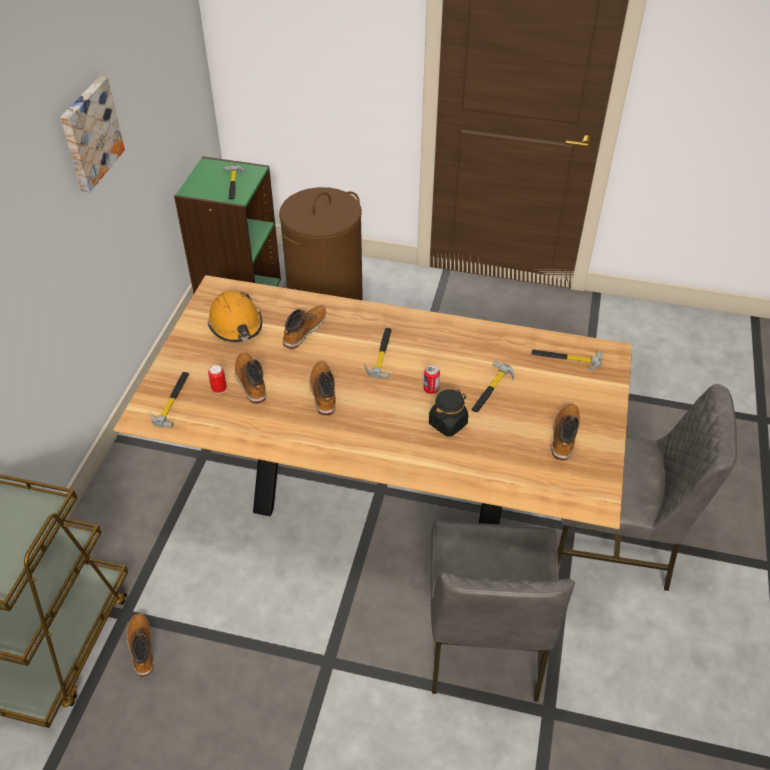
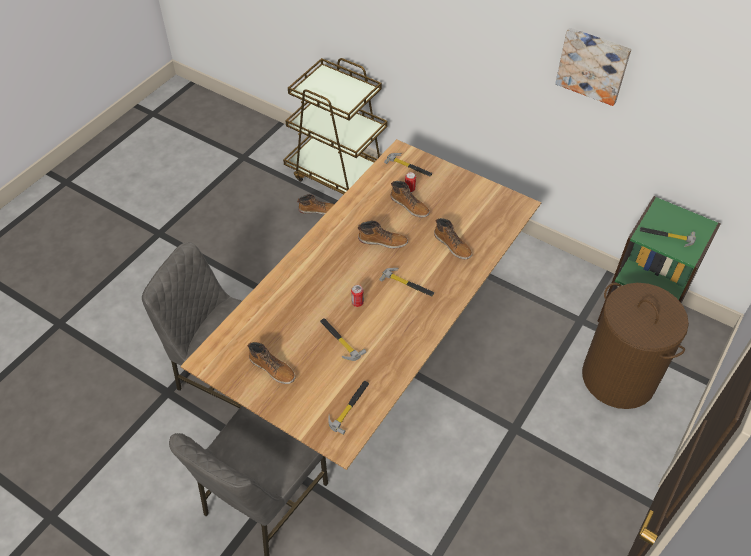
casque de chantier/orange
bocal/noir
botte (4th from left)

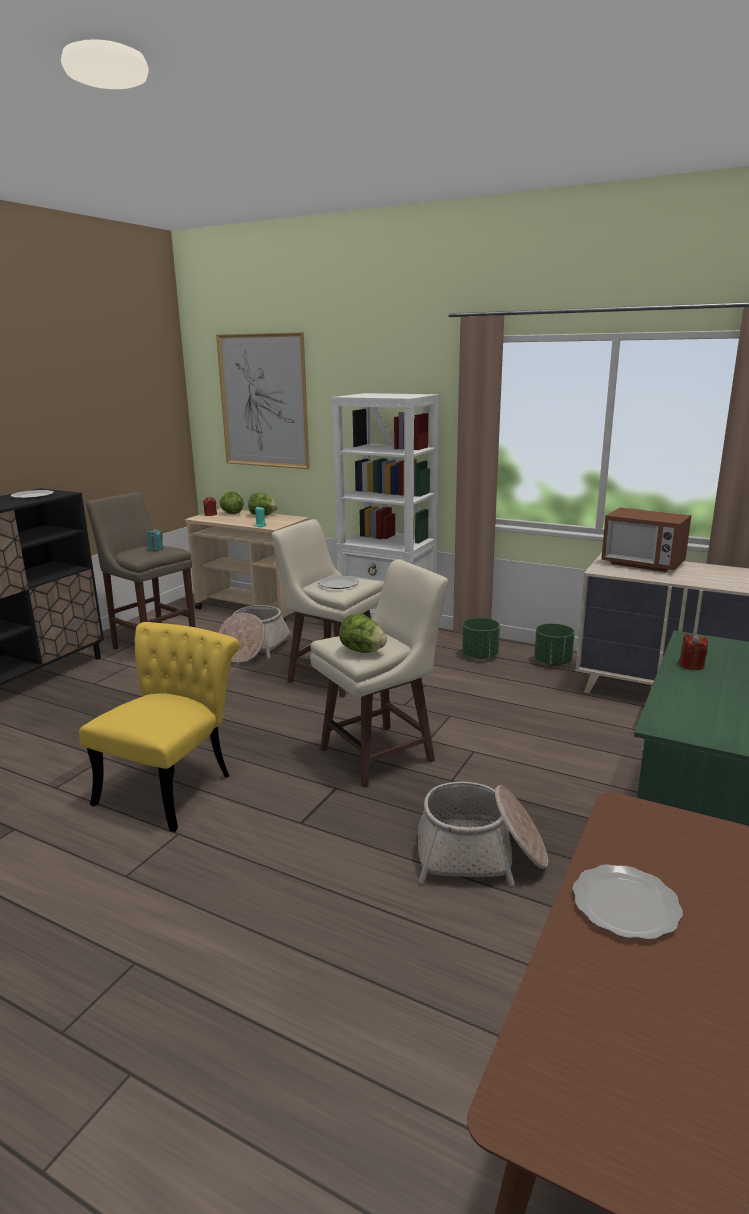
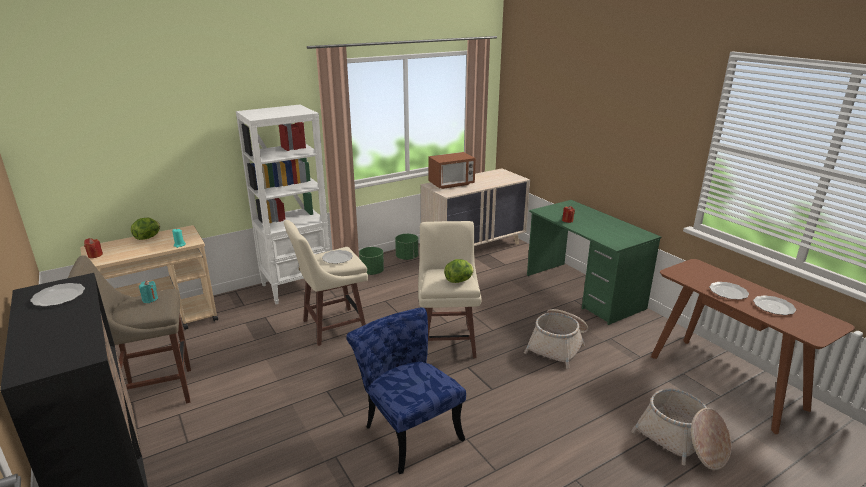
tableau
laitue (1st from left in the first image)
assiette (4th from left)
panier (2nd from left)
chaise/bleu

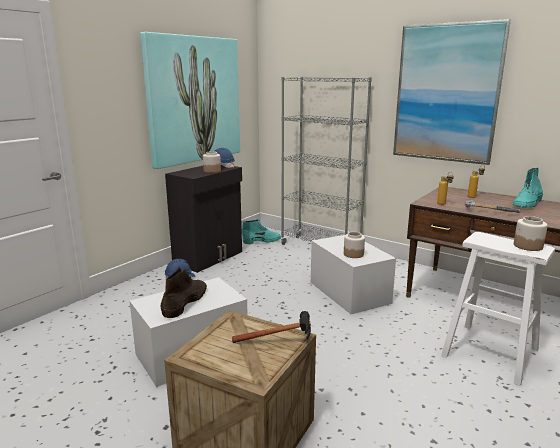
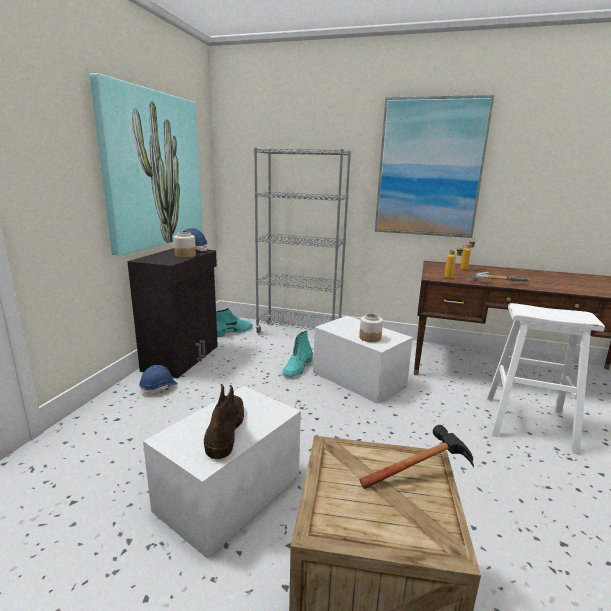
bocal (3rd from left in the first image)
botte/turquoise (2nd from left)

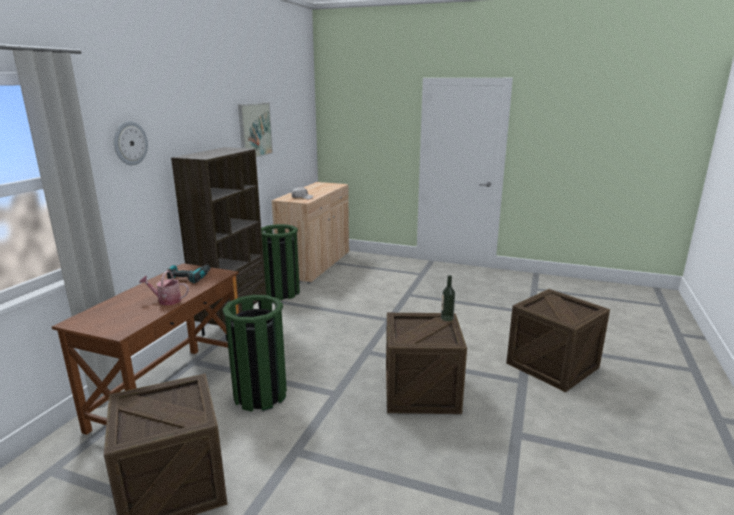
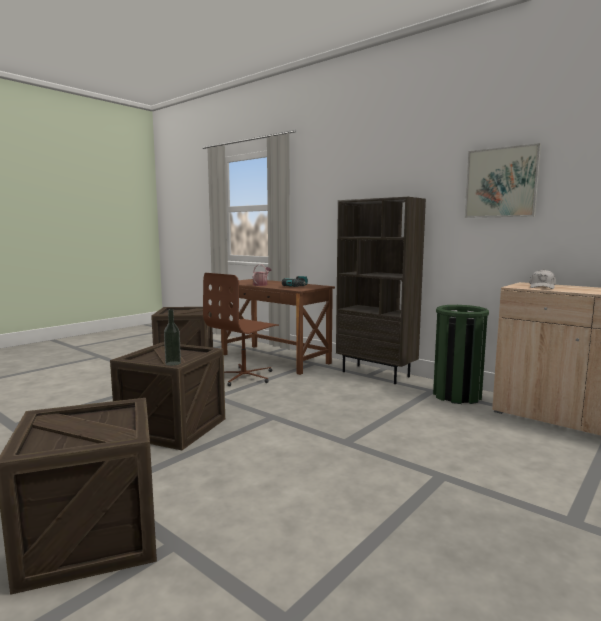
horloge murale
chaise de bureau/marron

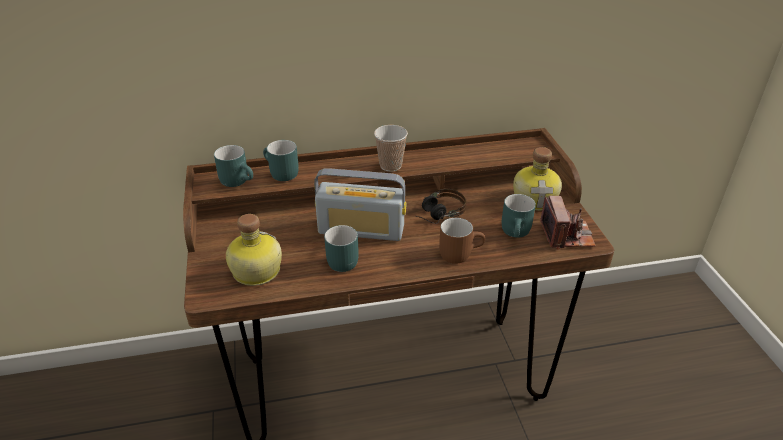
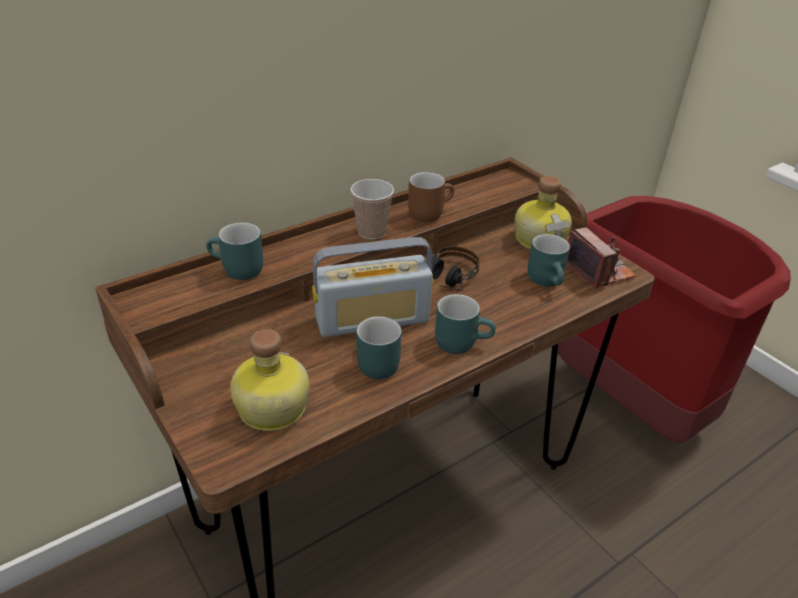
poubelle/rouge
mug/turquoise (3rd from left)
mug/marron

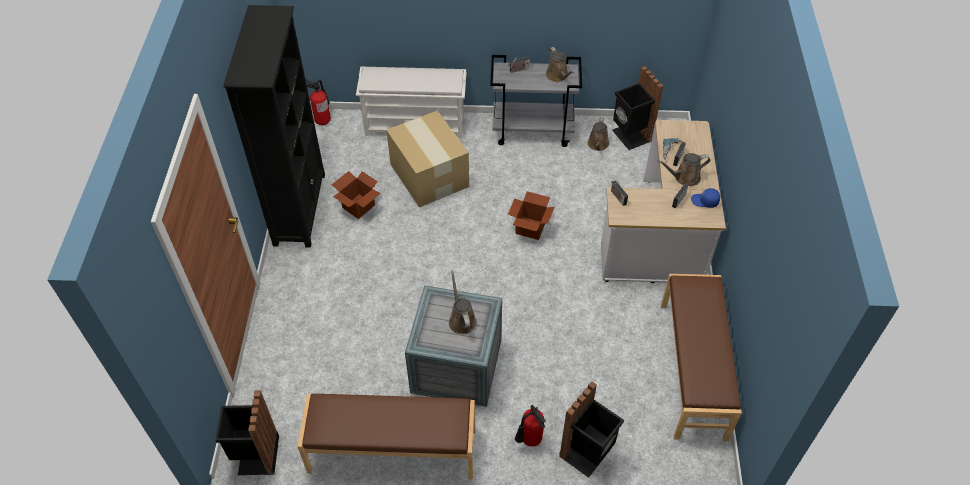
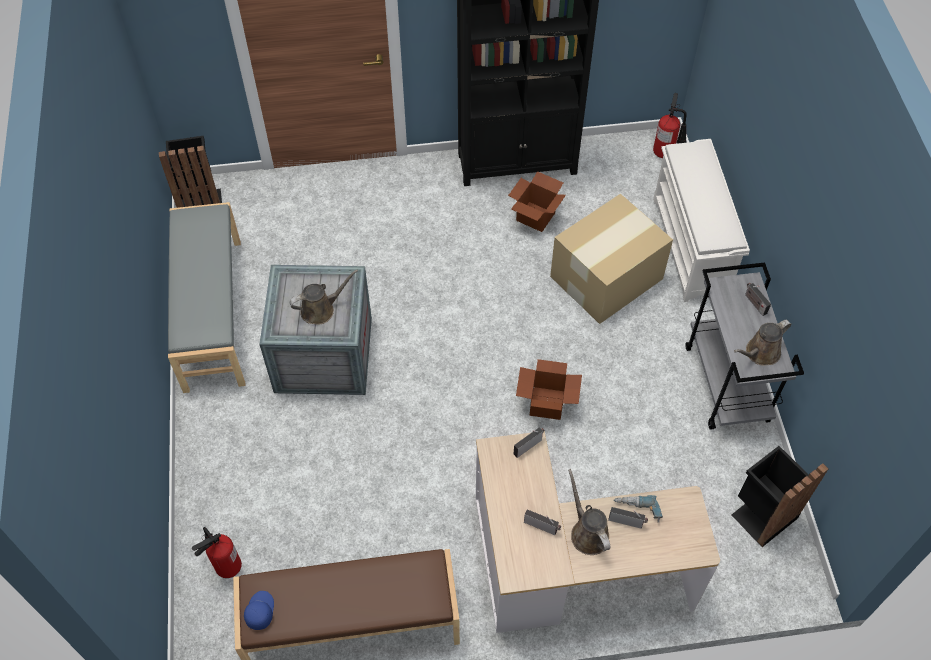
poubelle/noir (2nd from left in the first image)
arrosoir/marron (3rd from left in the first image)
extincteur (1st from left)
casquette/bleu
banc/gris

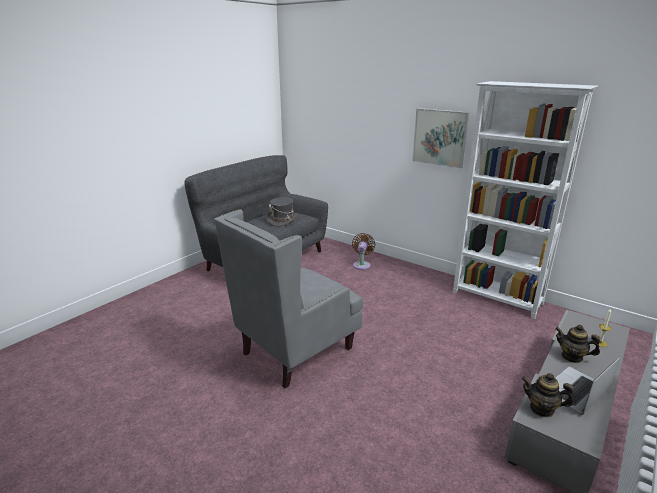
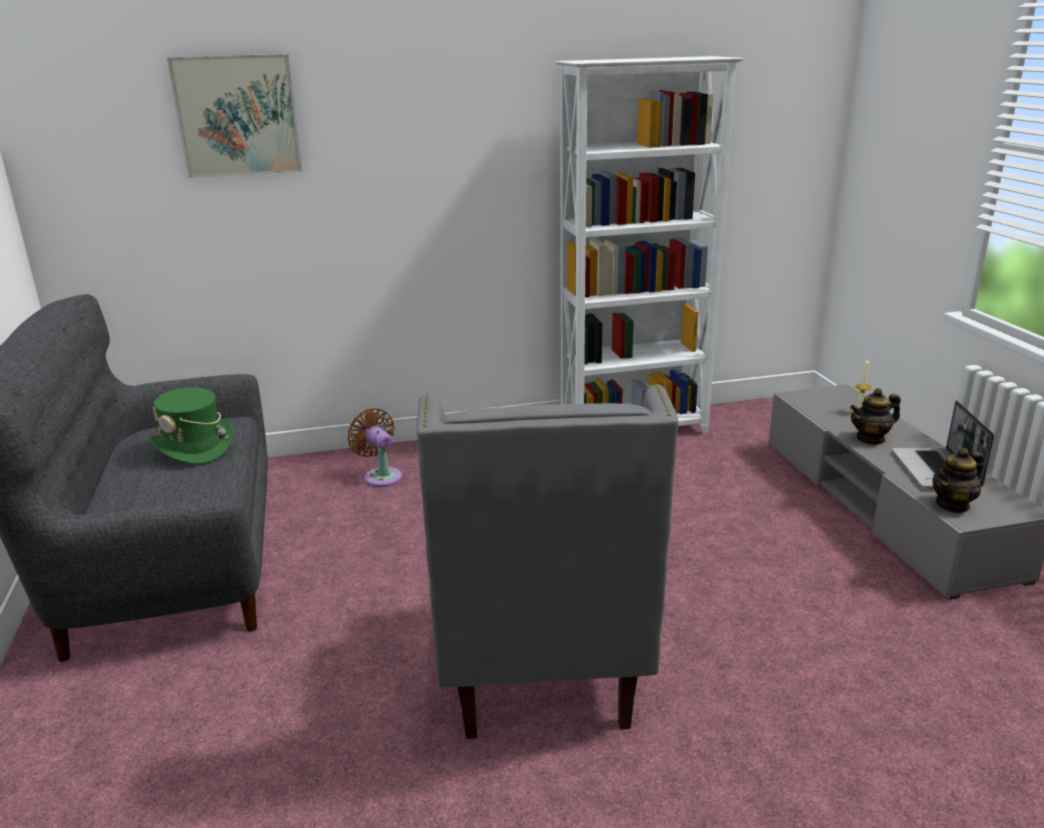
tableau
chapeau/vert

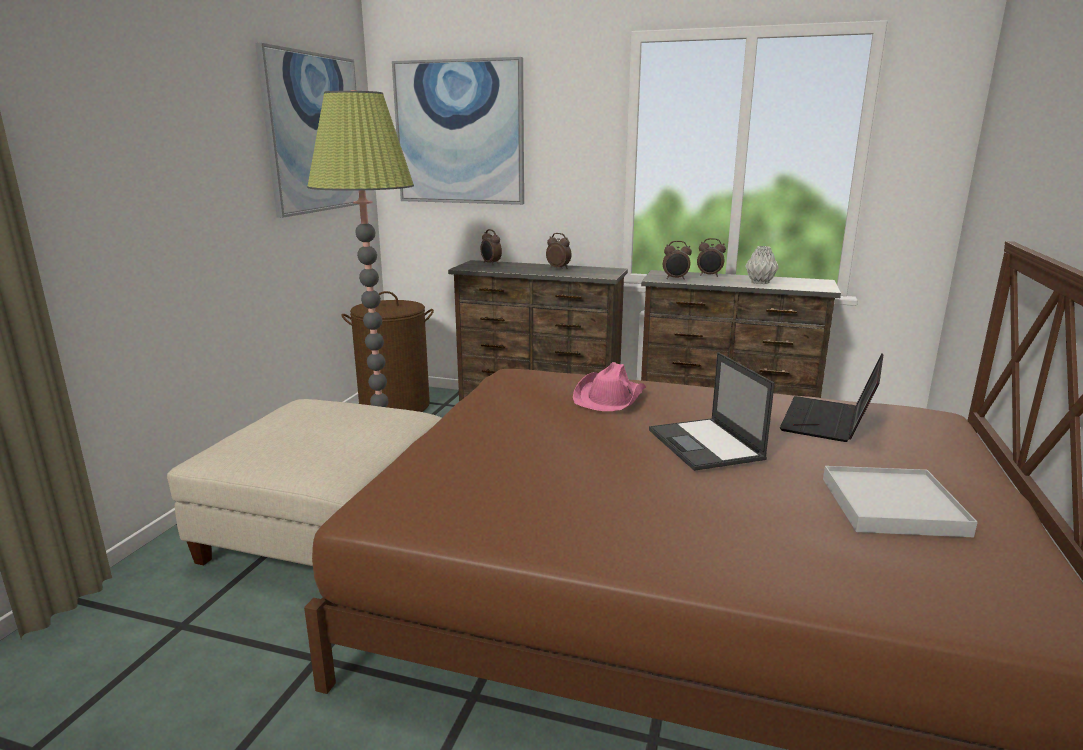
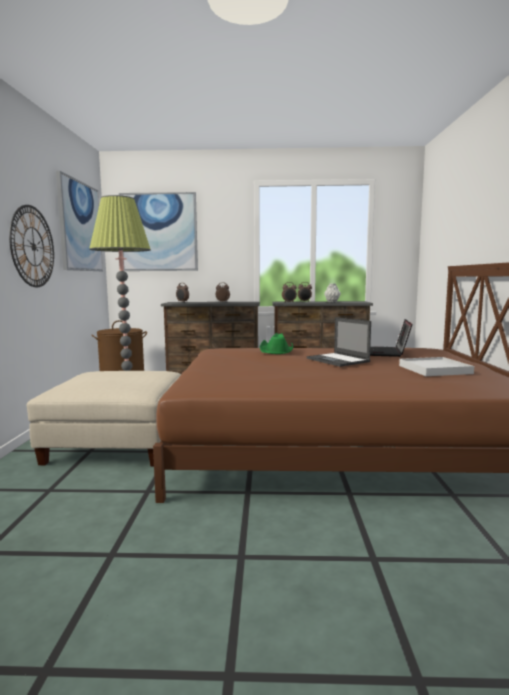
horloge murale
chapeau/vert

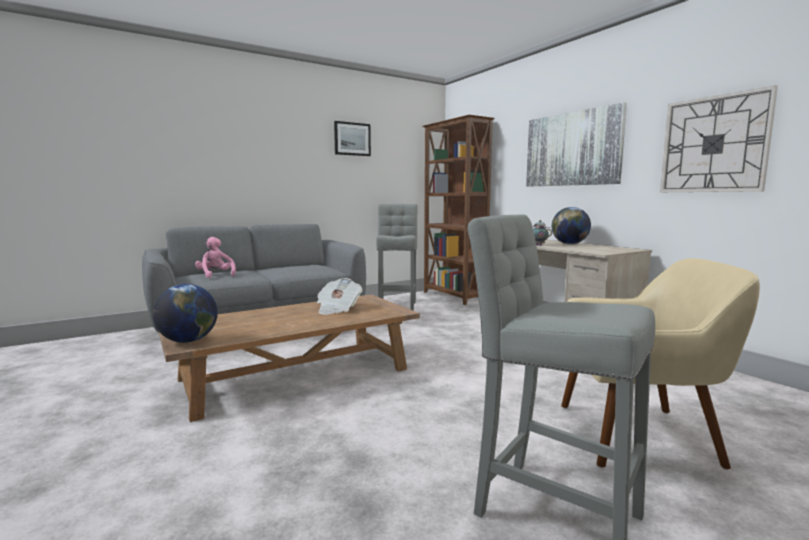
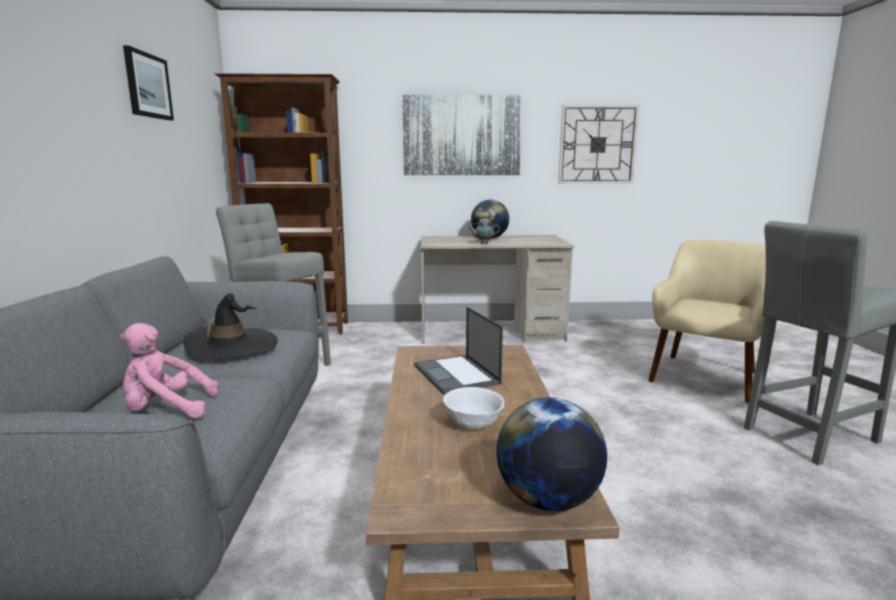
chapeau/noir
bol/blanc
ordinateur portable

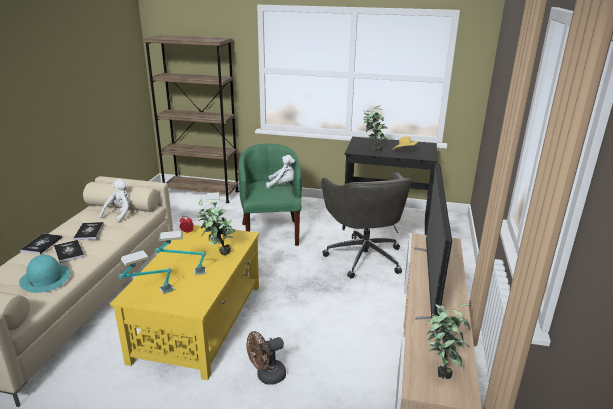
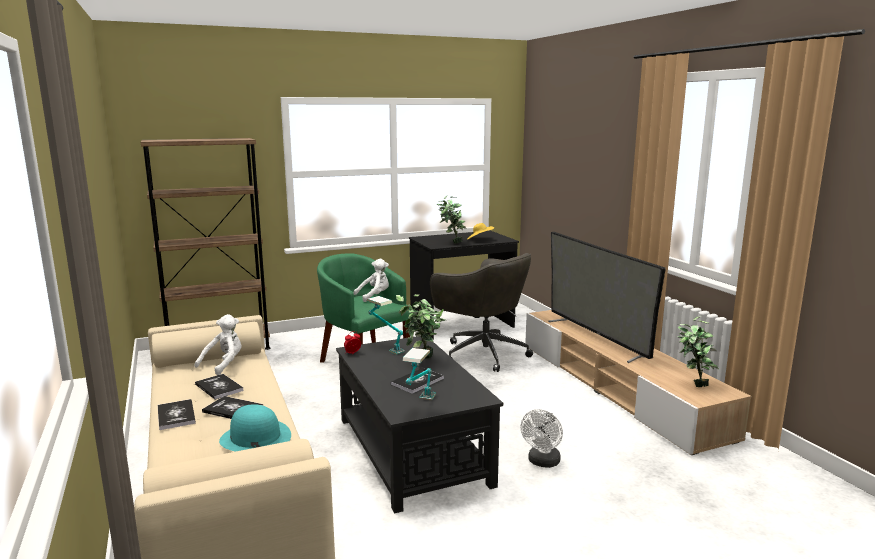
livre (4th from left)
table basse/noir
ventilateur/blanc
peluche/blanc (1st from left)

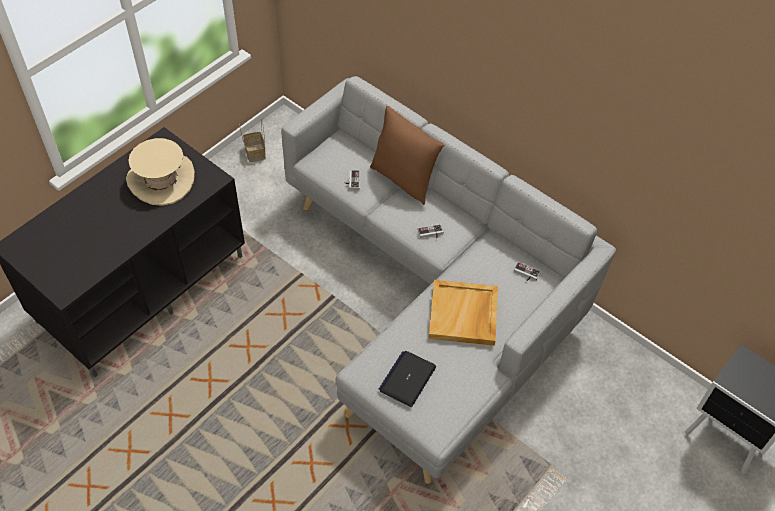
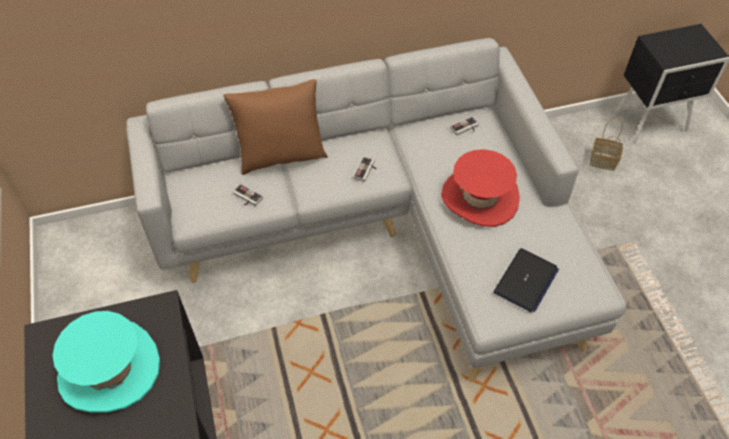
panier
chapeau/rouge
chapeau/turquoise
ordinateur portable

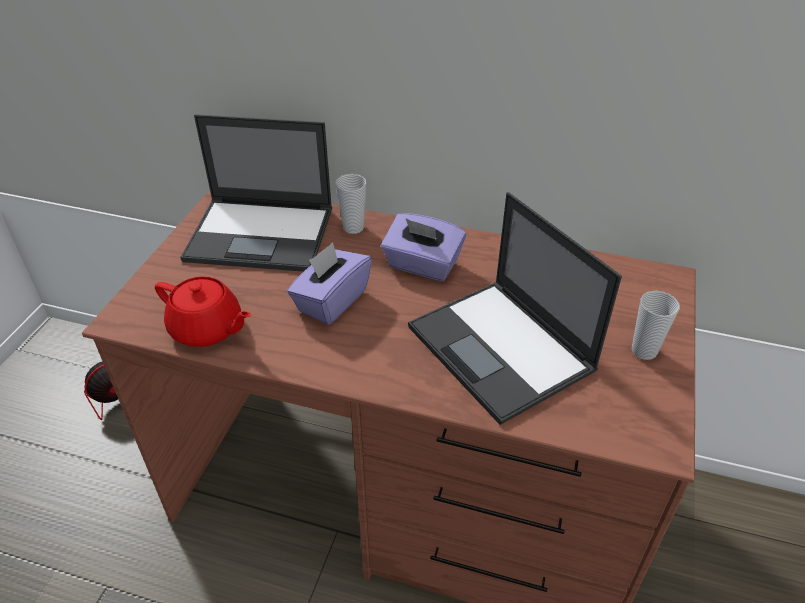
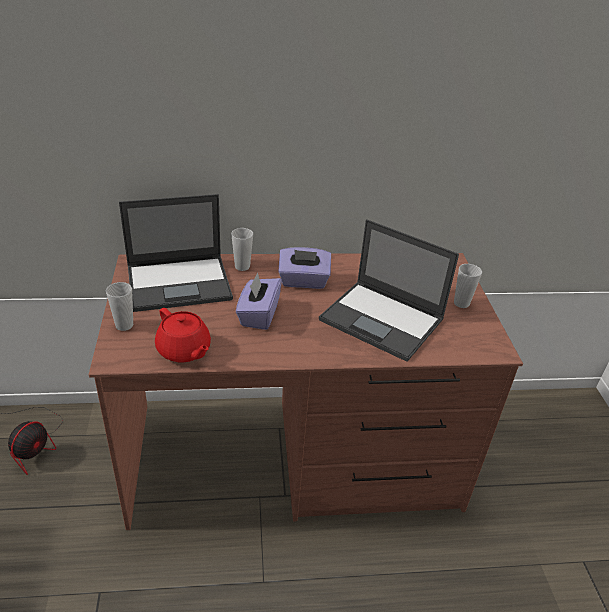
tasse (1st from left)
théière/rouge

